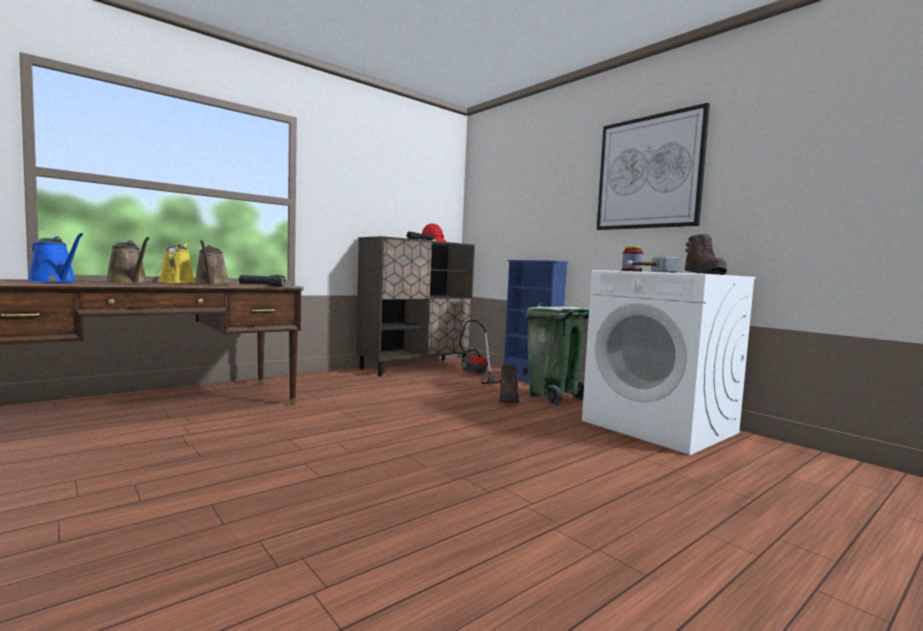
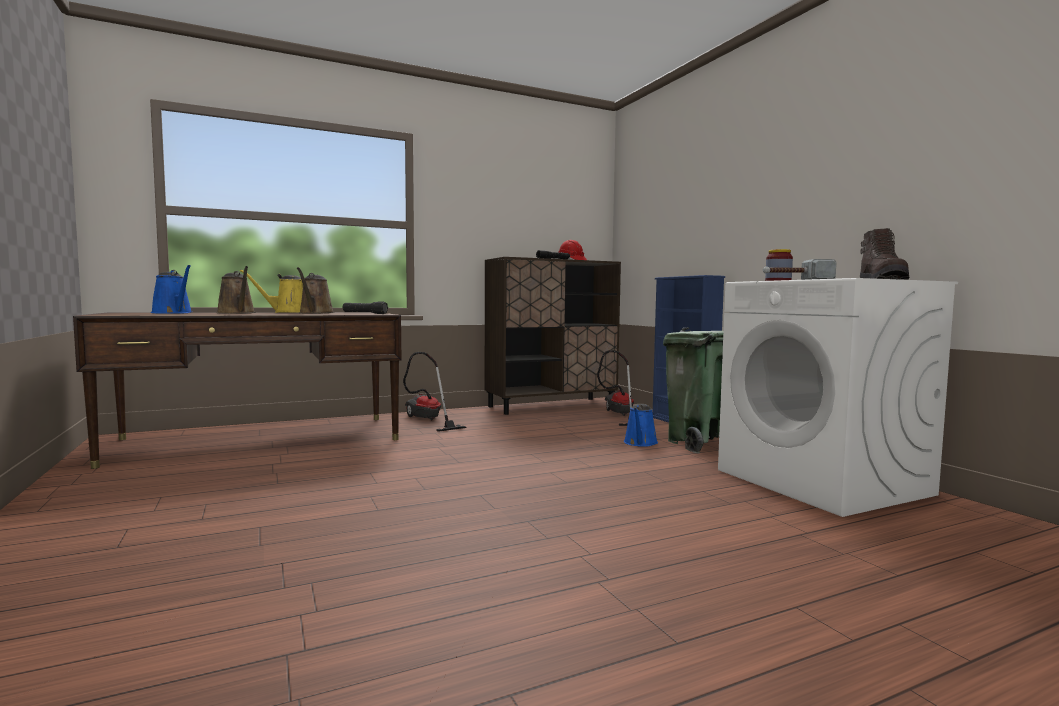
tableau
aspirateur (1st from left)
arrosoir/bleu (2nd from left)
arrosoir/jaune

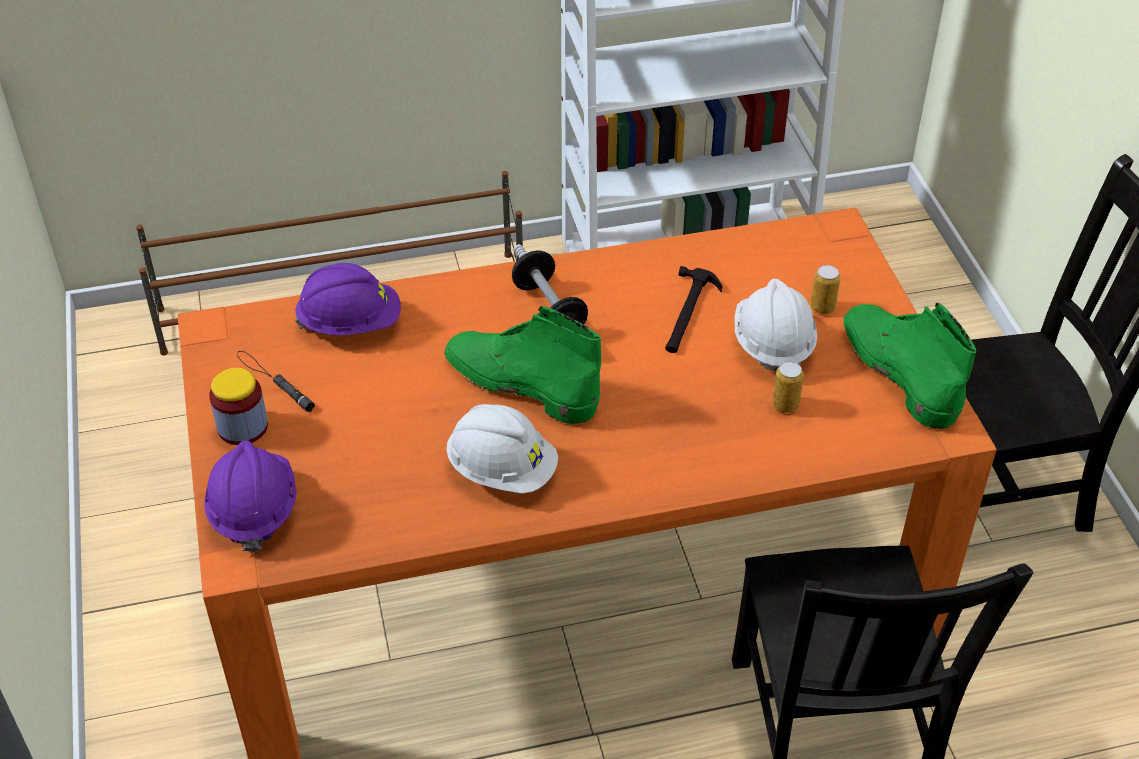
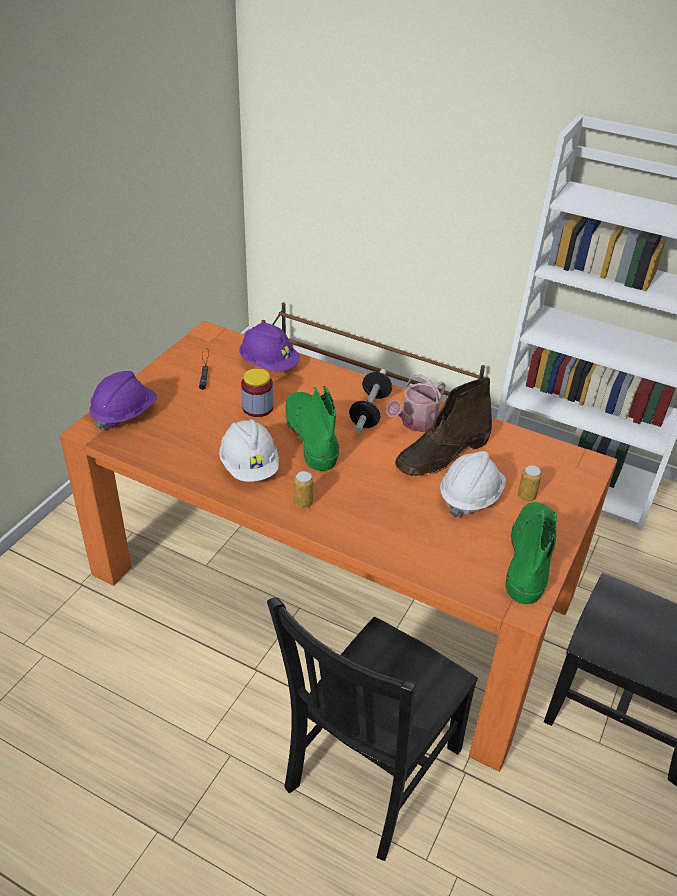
arrosoir
bocal
boîte métallique (1st from left)
botte/marron

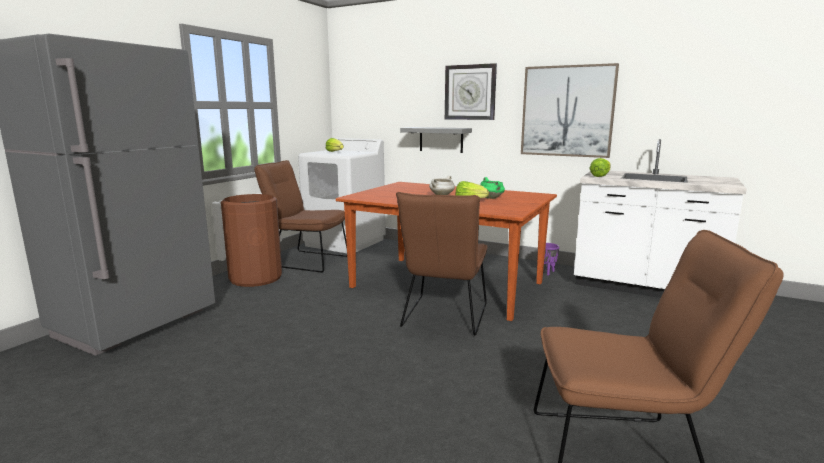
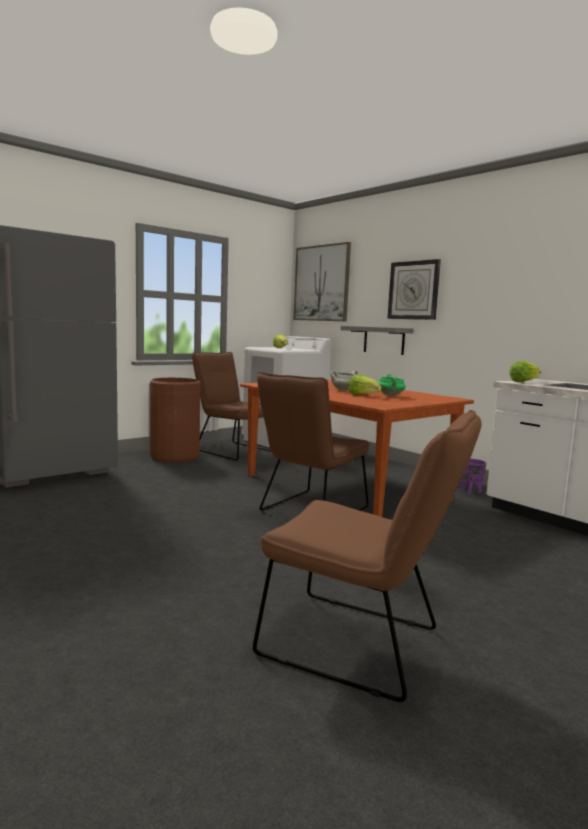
tableau

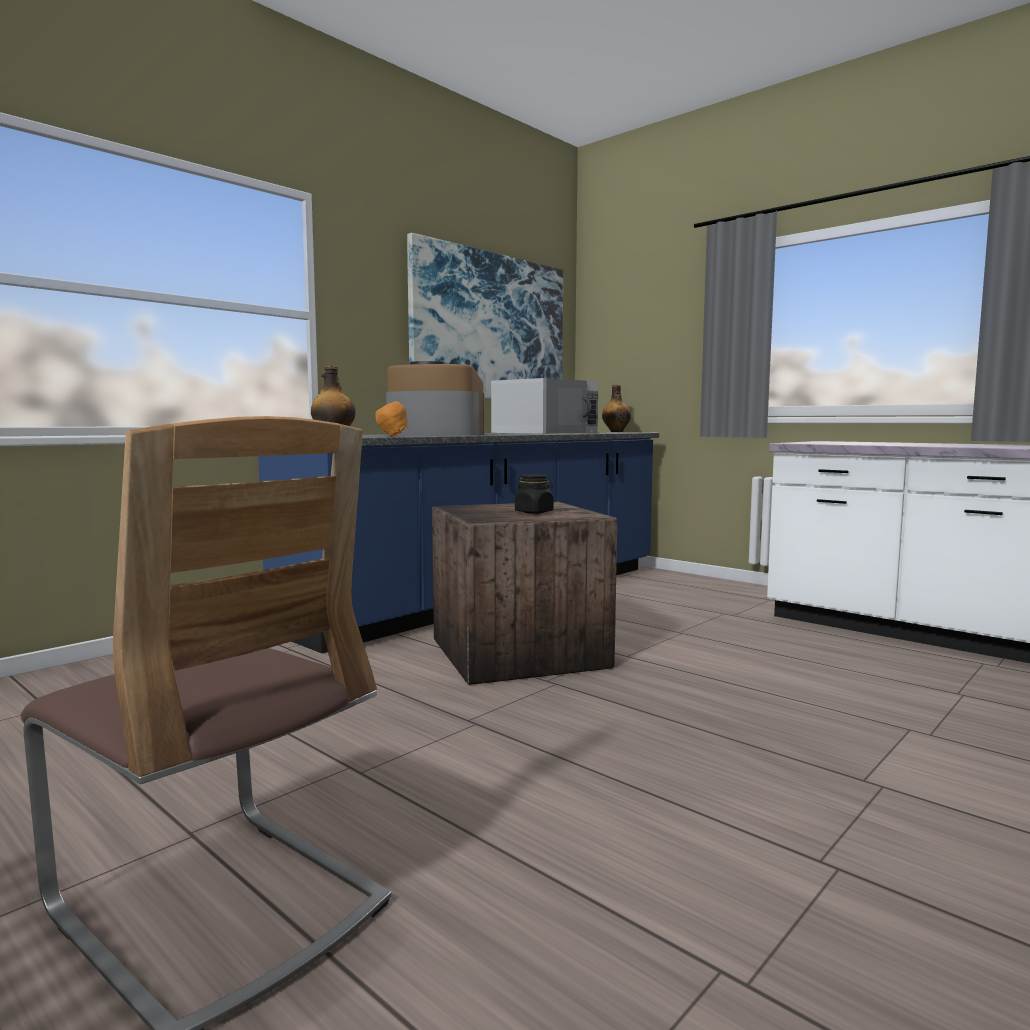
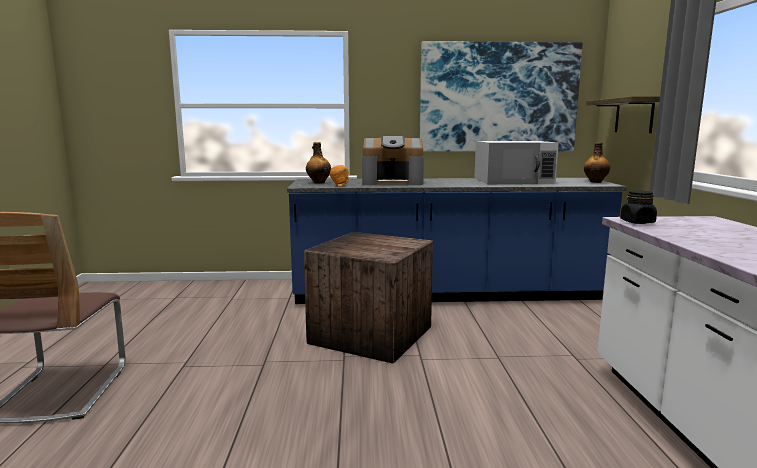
étagère
bocal/noir
machine à café

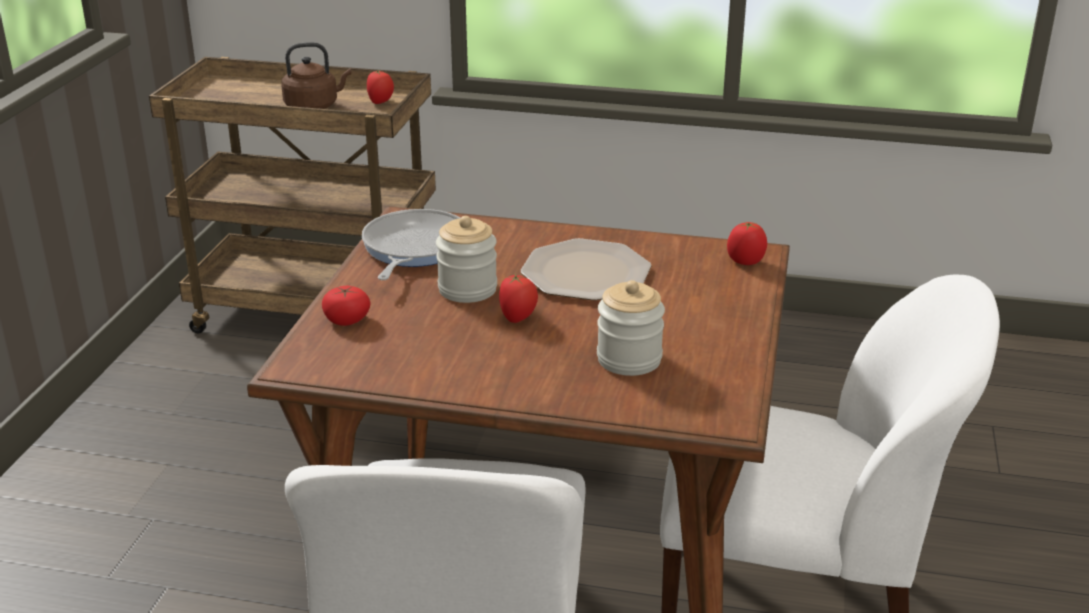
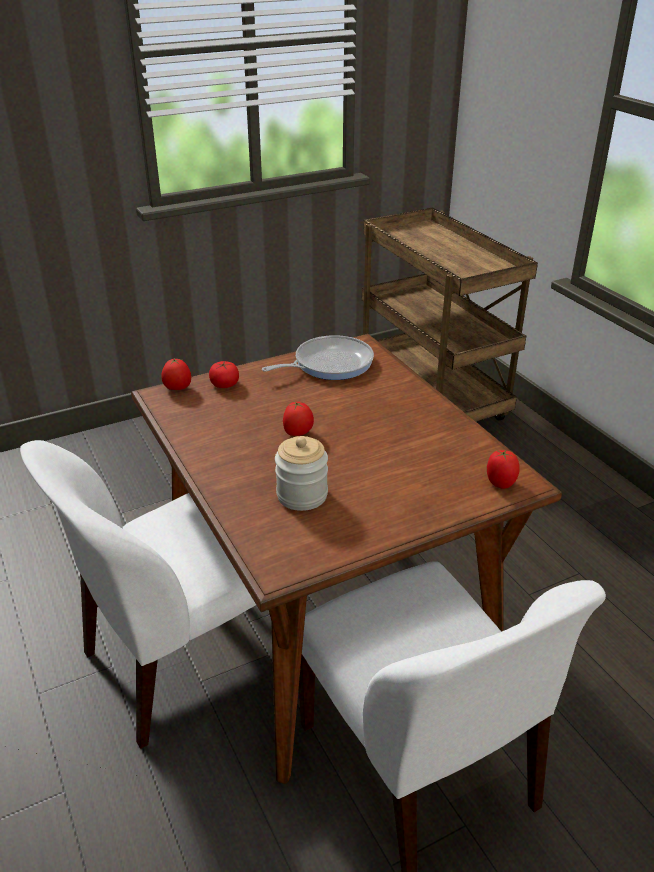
bouilloire/marron
bocal (1st from left in the first image)
assiette
tomate (1st from left)

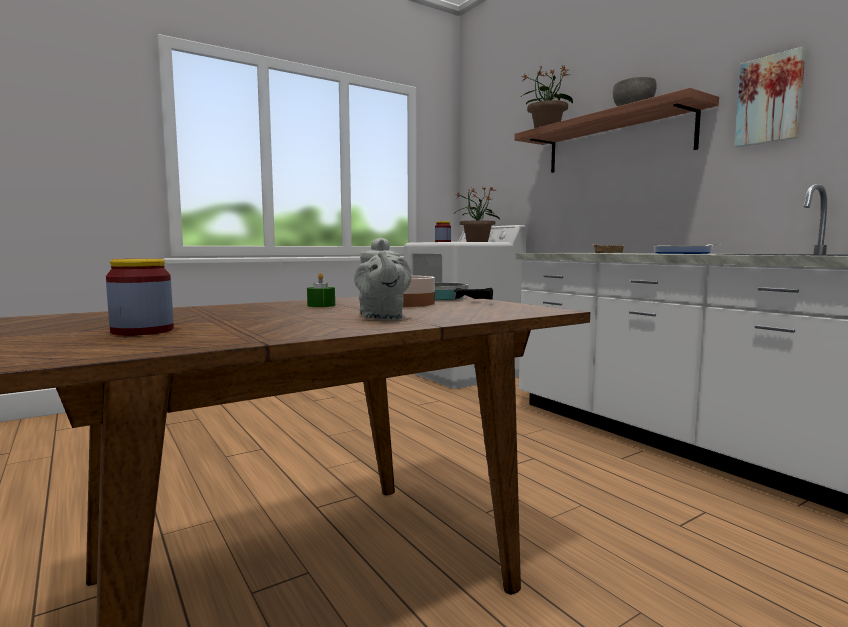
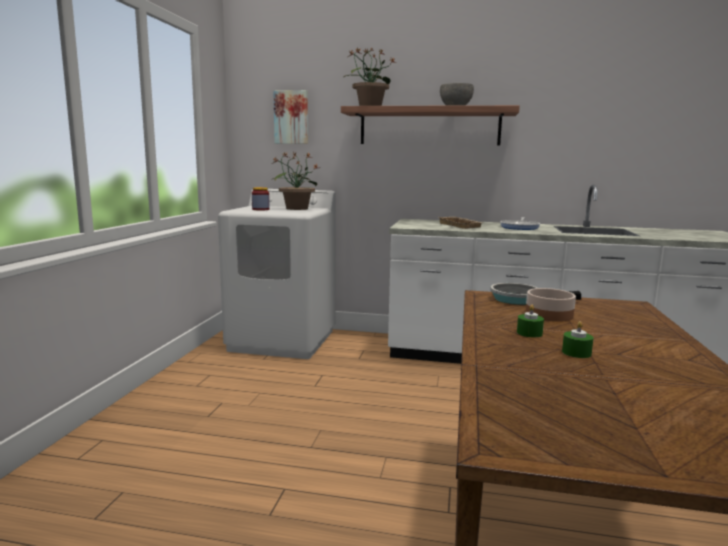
bocal (1st from left in the first image)
théière/gris
bougie/vert (2nd from left)
tableau

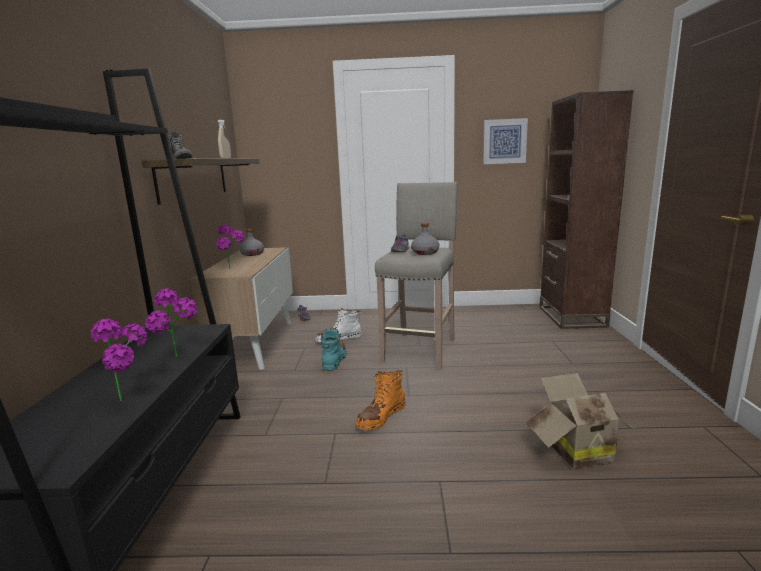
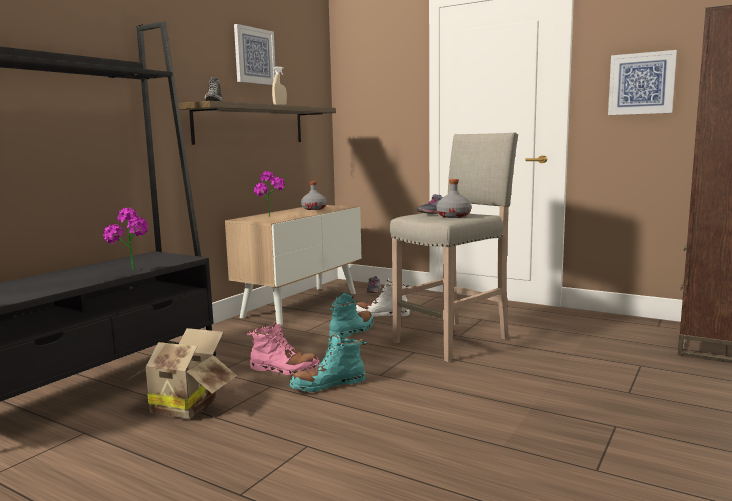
plante en pot (1st from left in the first image)
tableau (1st from left)
botte/rose
carton
botte/turquoise (1st from left)

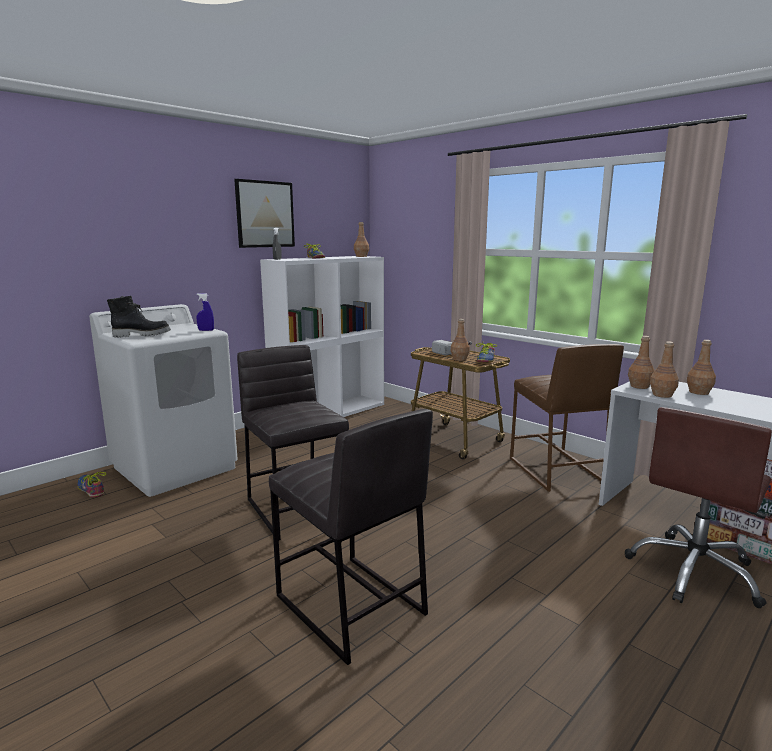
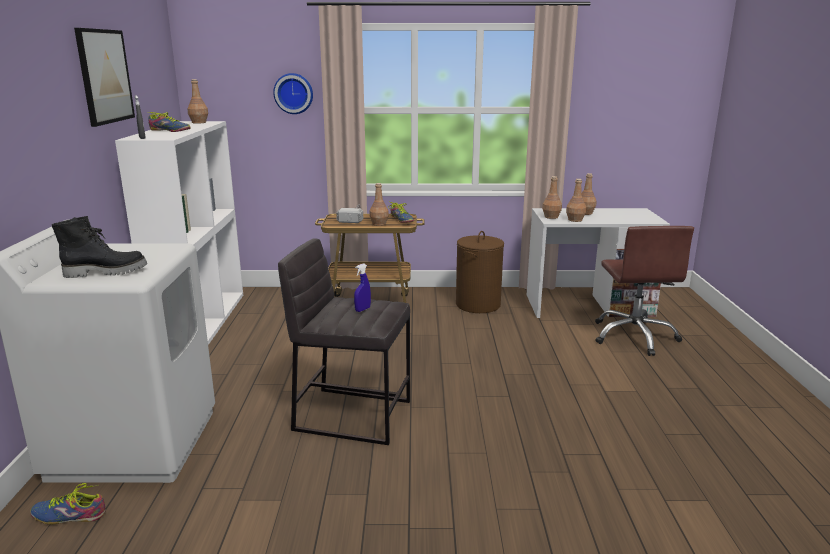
tabouret/gris (2nd from left in the first image)
horloge murale
vaporisateur/bleu
panier à linge/marron
botte/noir

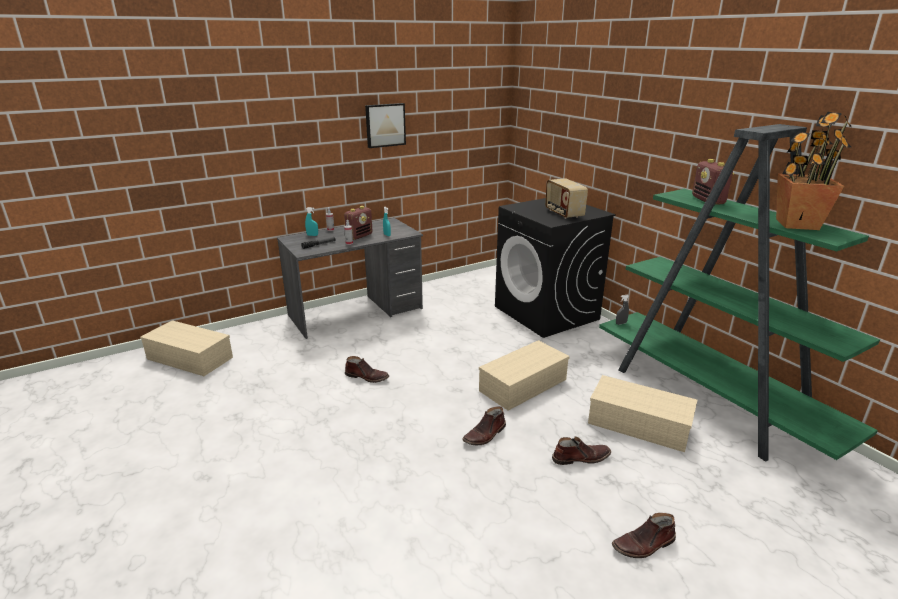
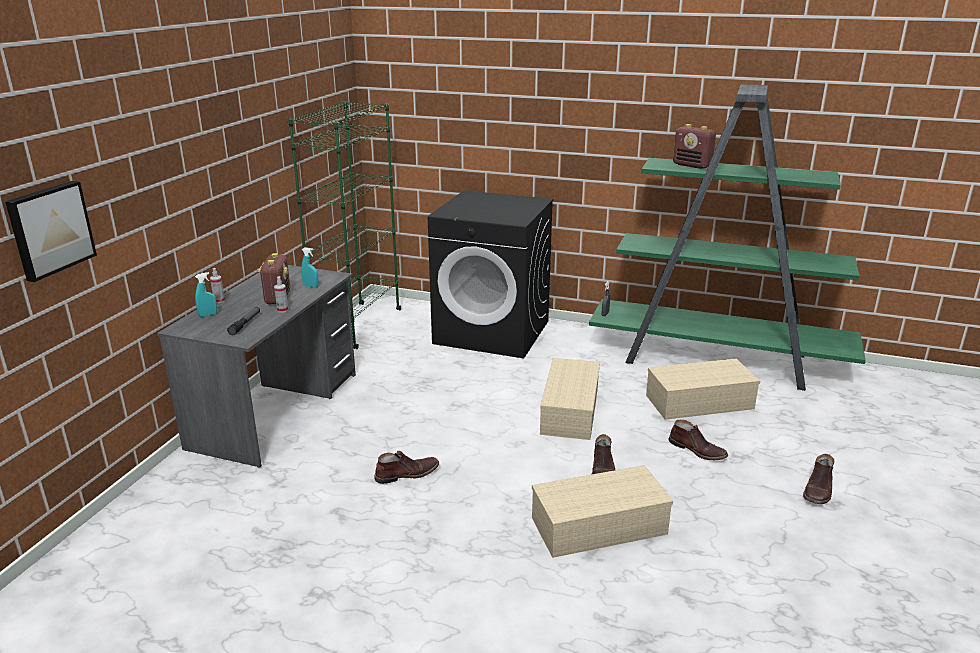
radio (2nd from left in the first image)
plante en pot
bibliothèque/vert (1st from left)
boîte de rangement/beige (2nd from left)
tableau
botte/marron (3rd from left)

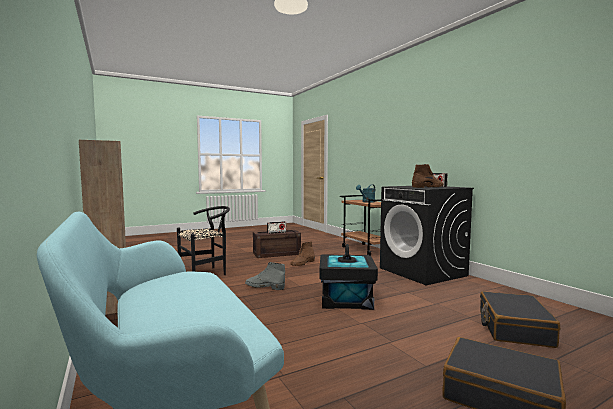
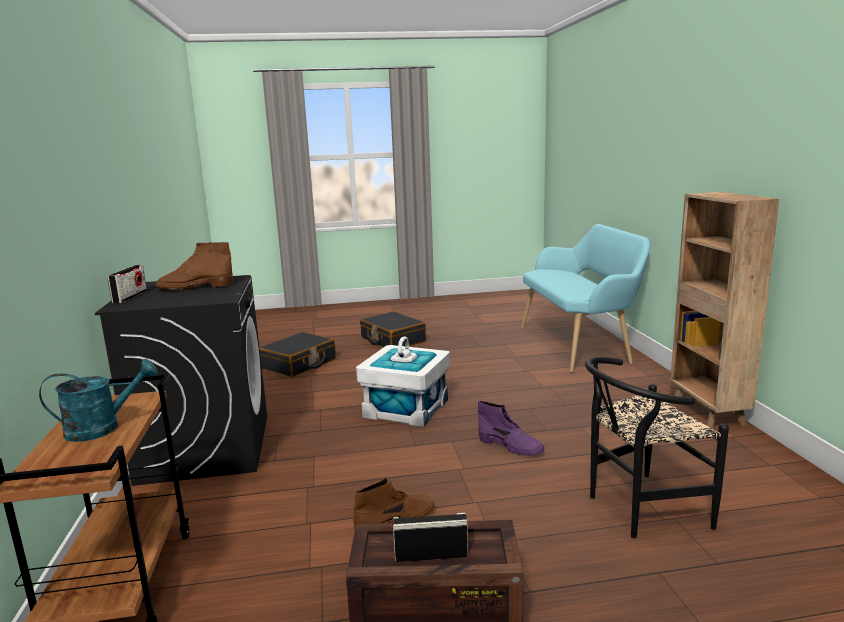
botte/violet
boîte de rangement/blanc

